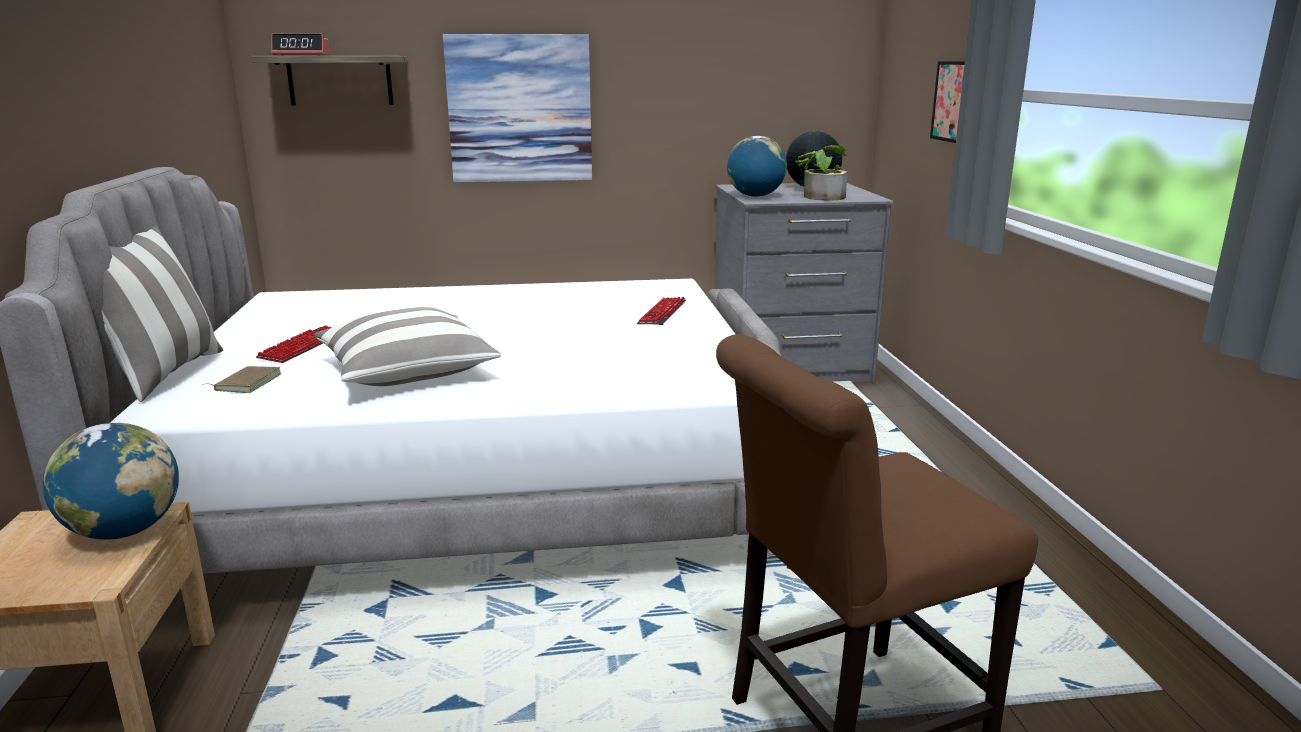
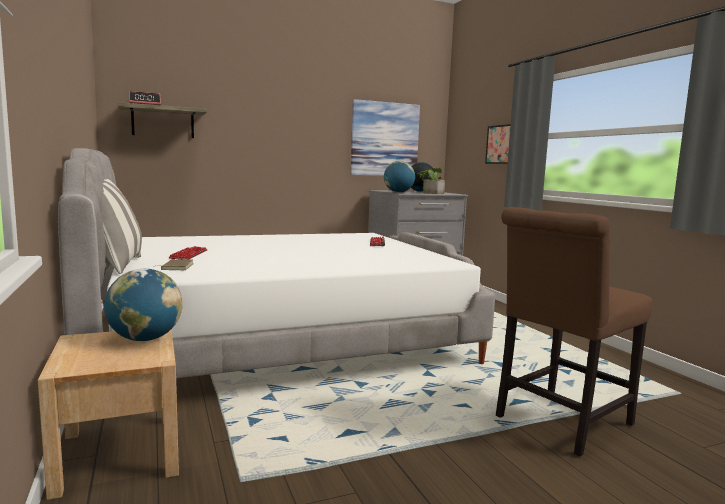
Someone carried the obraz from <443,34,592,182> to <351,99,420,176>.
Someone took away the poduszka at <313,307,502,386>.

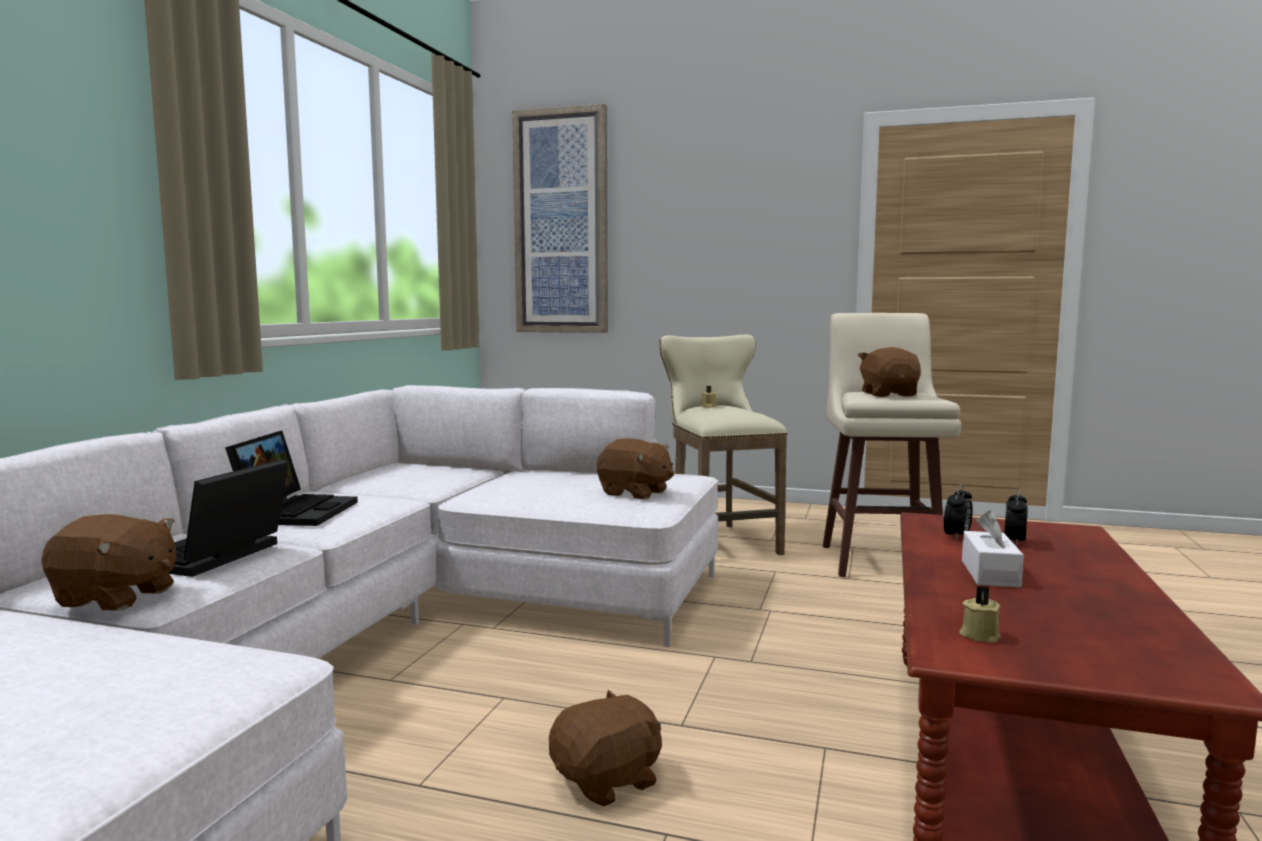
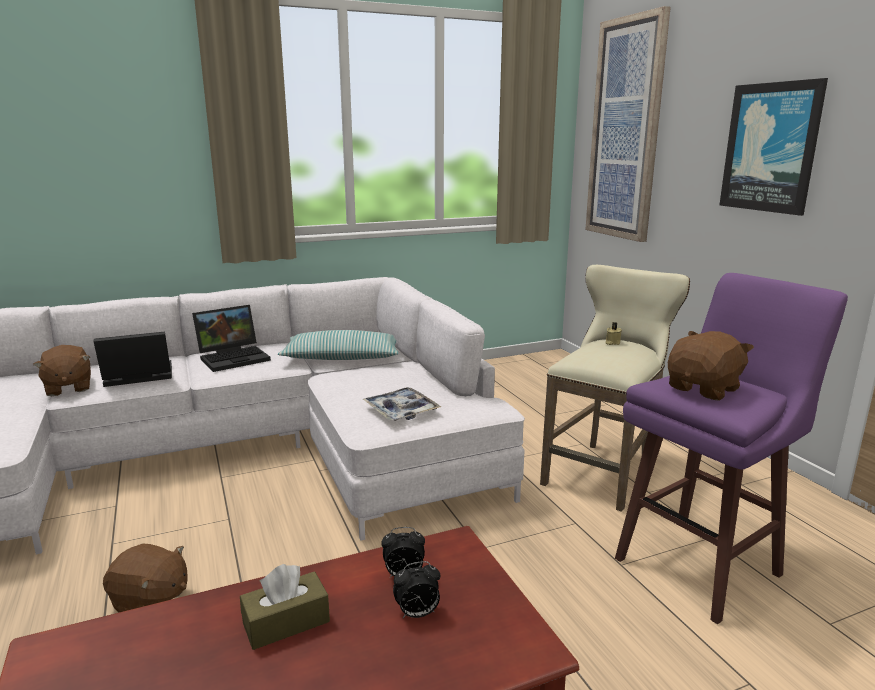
Someone repainted the stołek (beżowy) at <823,313,961,577>, which became the stołek (fioletowy) at <615,273,848,624>.
Someone swapped the pluszak (brązowy) at <597,438,674,500> for the taca at <363,387,441,421>.
Someone repainted the pudełko chusteczek (biały) at <962,510,1024,588>, which became the pudełko chusteczek (brązowy) at <240,564,330,650>.
Someone took away the świeca (beżowy) at <960,586,1001,643>.
Someone put up the obraz at <719,78,828,216>.
Someone put down the poduszka at <278,330,398,360>.

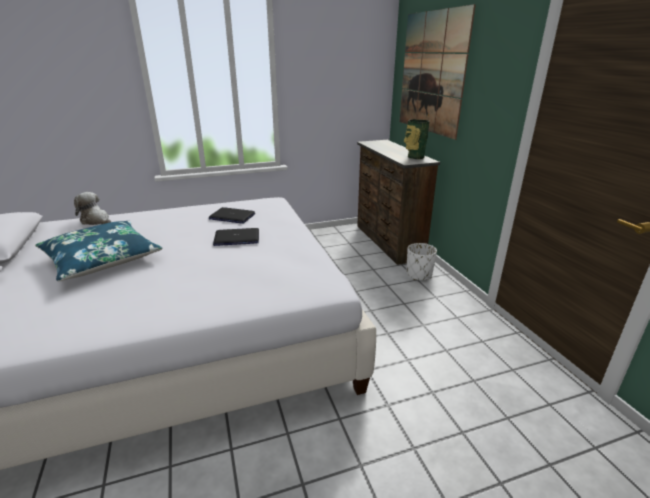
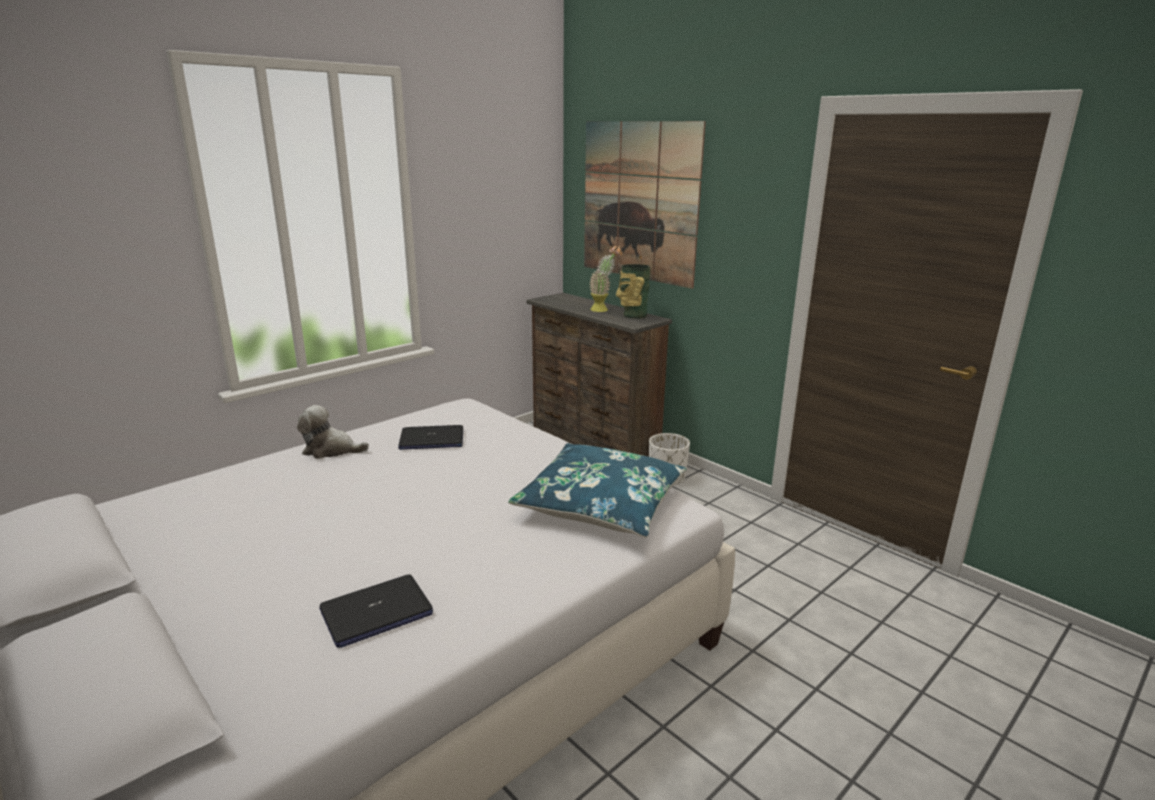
Someone carried the pluszak from <74,192,111,225> to <297,405,369,459>.
Someone carried the poduszka (niebieski) from <35,221,163,281> to <508,443,687,537>.
Someone carried the laptop from <213,228,259,246> to <319,574,433,648>.
Someone put down the roślina doniczkowa at <589,245,622,312>.

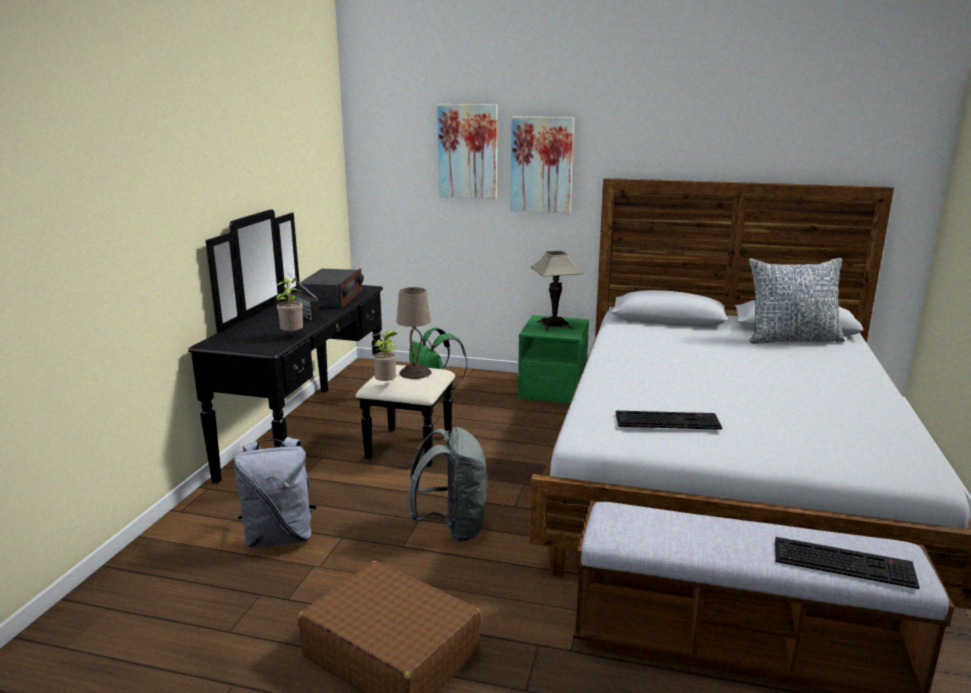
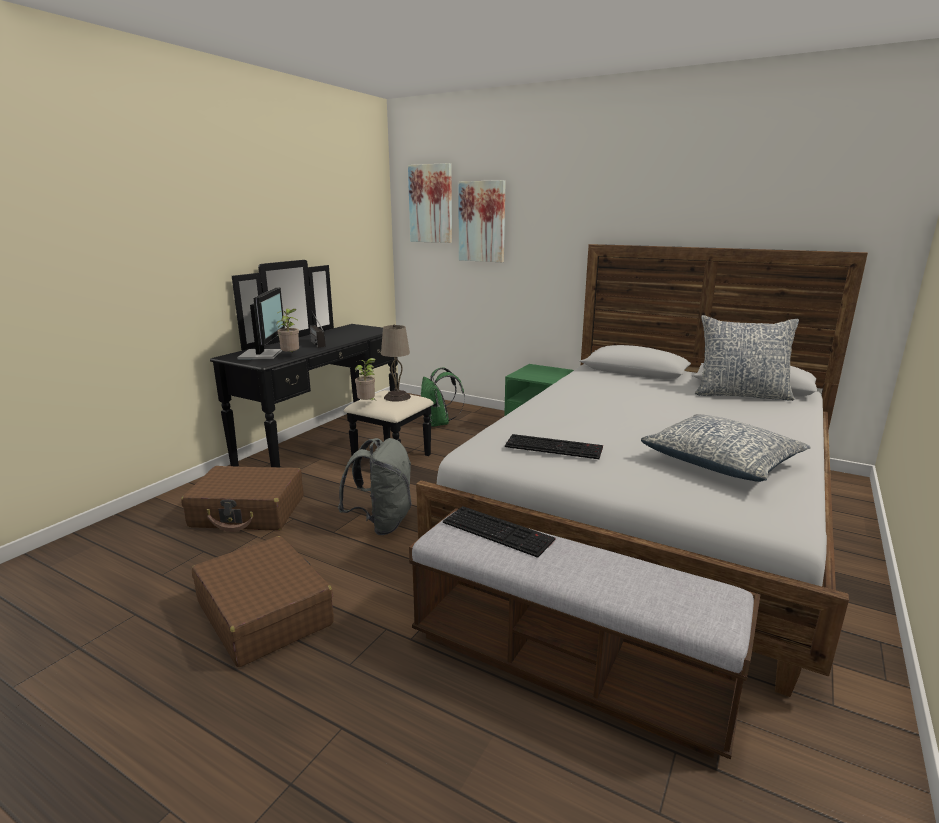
Someone carried the obraz from <511,117,574,213> to <408,163,452,243>.
Someone took away the lampa stołowa at <530,251,583,331>.
Someone took away the radio at <298,268,364,308>.
Someone swapped the plecak (szary) at <234,437,317,548> for the walizka (brązowy) at <181,466,304,532>.
Someone carried the klawiatura from <775,537,920,589> to <443,506,556,558>.
Someone put down the monitor at <237,288,285,359>.
Someone put down the poduszka at <641,414,811,482>.

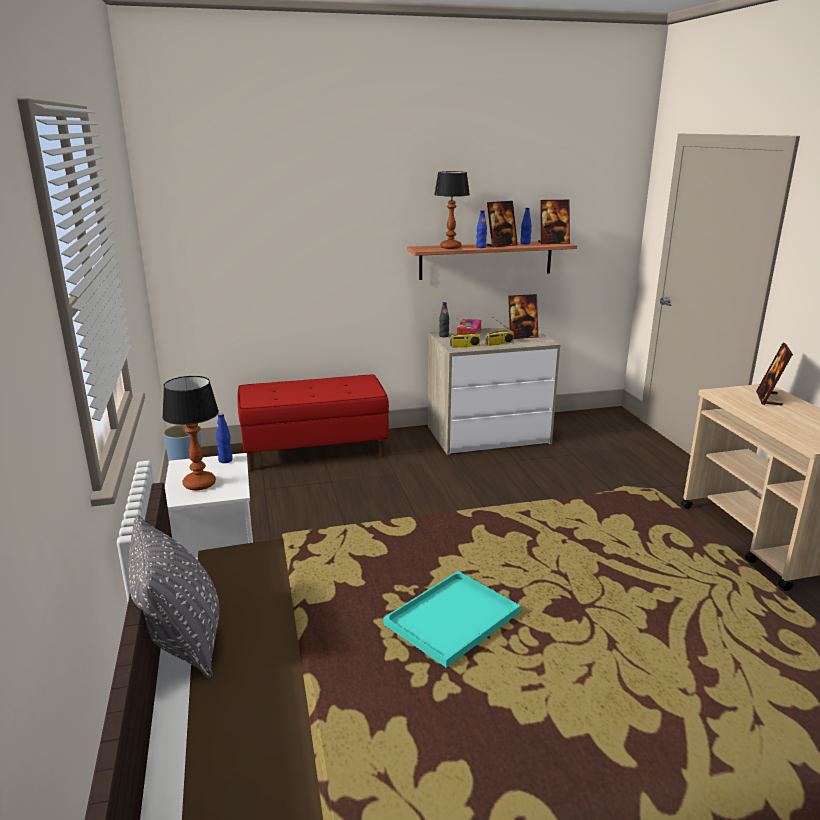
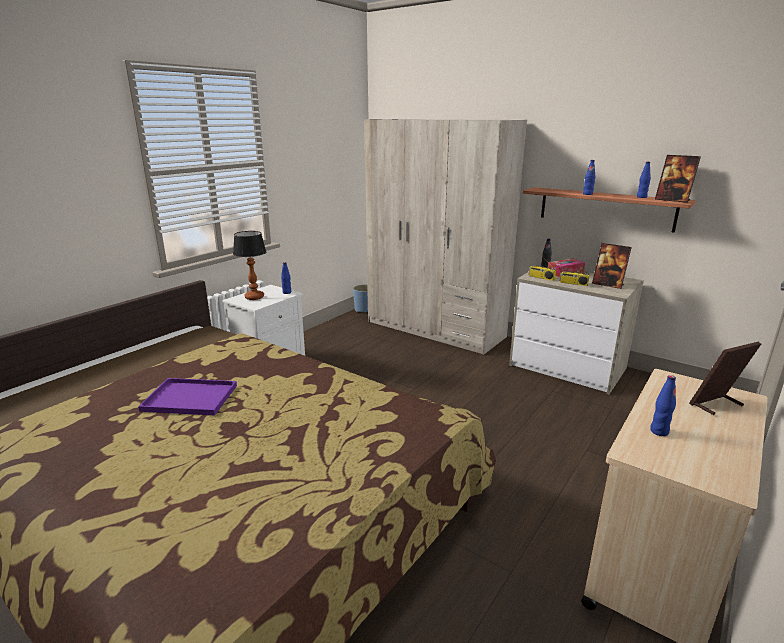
Someone took away the lampa stołowa at <434,171,470,249>.
Someone took away the ramka na zdjęcie at <486,201,518,248>.
Someone swapped the ławka (czerwony) at <237,375,389,471> for the szafa (beżowy) at <364,119,527,355>.
Someone took away the poduszka (szary) at <128,515,219,678>.
Someone repainted the taca (turkusowy) at <383,571,520,667>, which became the taca (fioletowy) at <138,378,237,415>.
Someone put down the butelka (niebieski) at <650,375,676,436>.

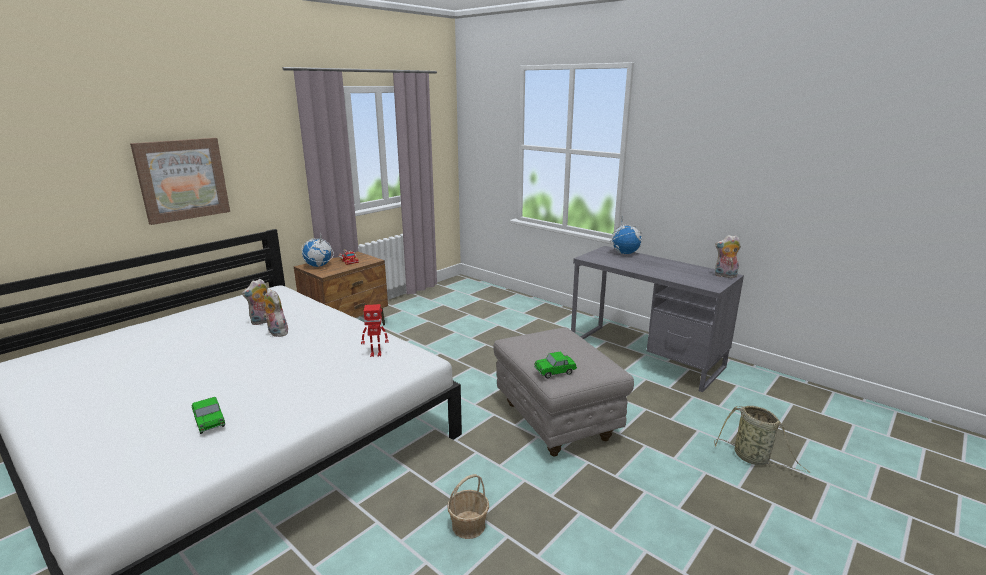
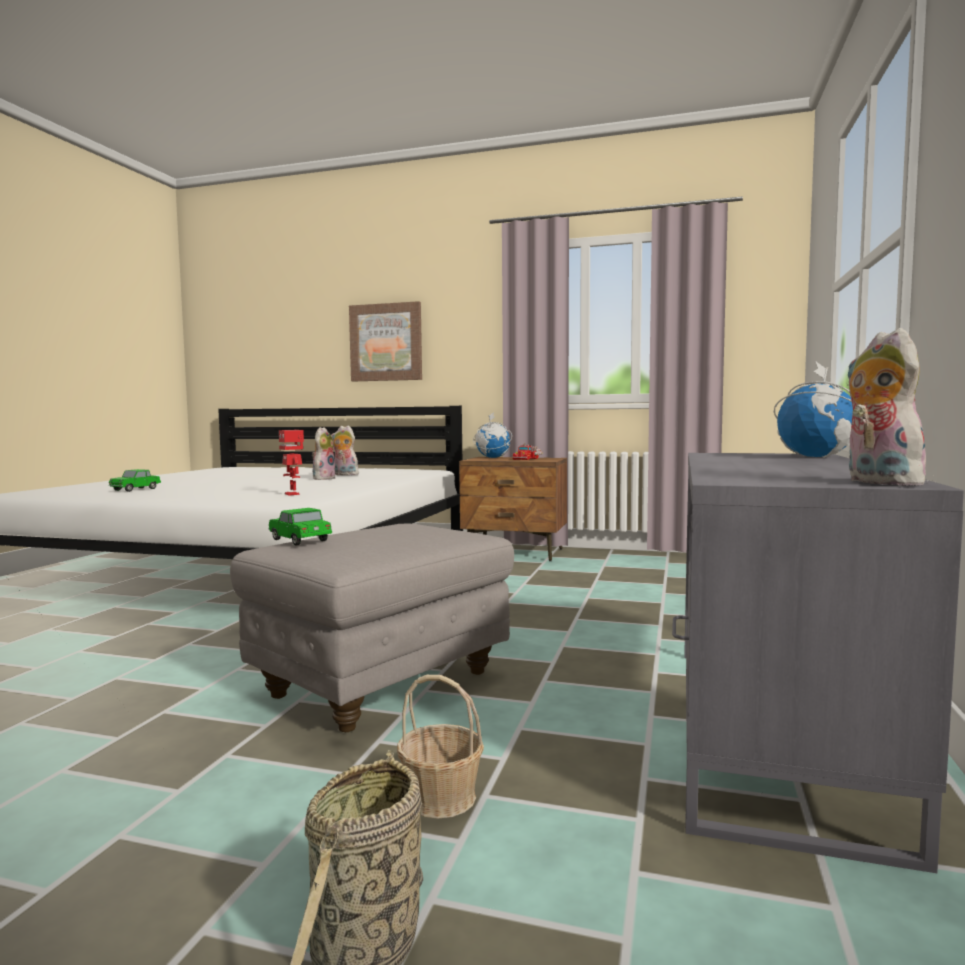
Someone carried the koszyk from <447,474,489,539> to <397,675,484,819>.

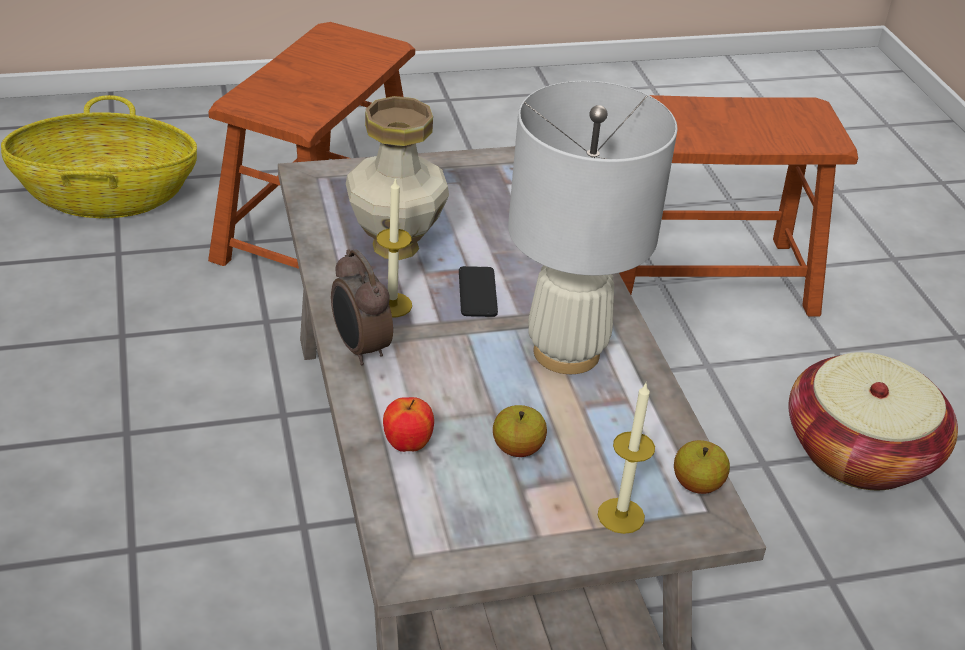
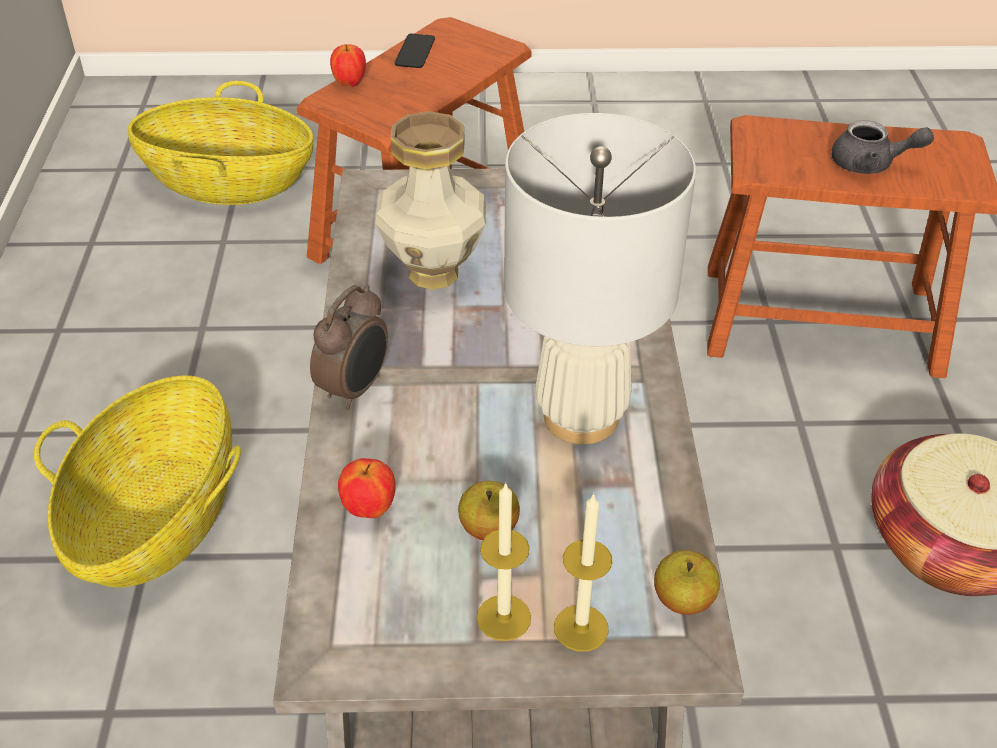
Someone carried the świeca from <376,177,412,317> to <477,482,531,641>.
Someone rotated the budzik at <331,249,393,365> by 135 degrees counterclockwise.
Someone carried the telefon from <459,266,498,317> to <395,34,435,68>.
Someone put down the jabłko at <330,44,366,87>.
Someone put down the imbryk (szary) at <832,120,934,174>.
Someone put down the koszyk at <34,375,241,587>.

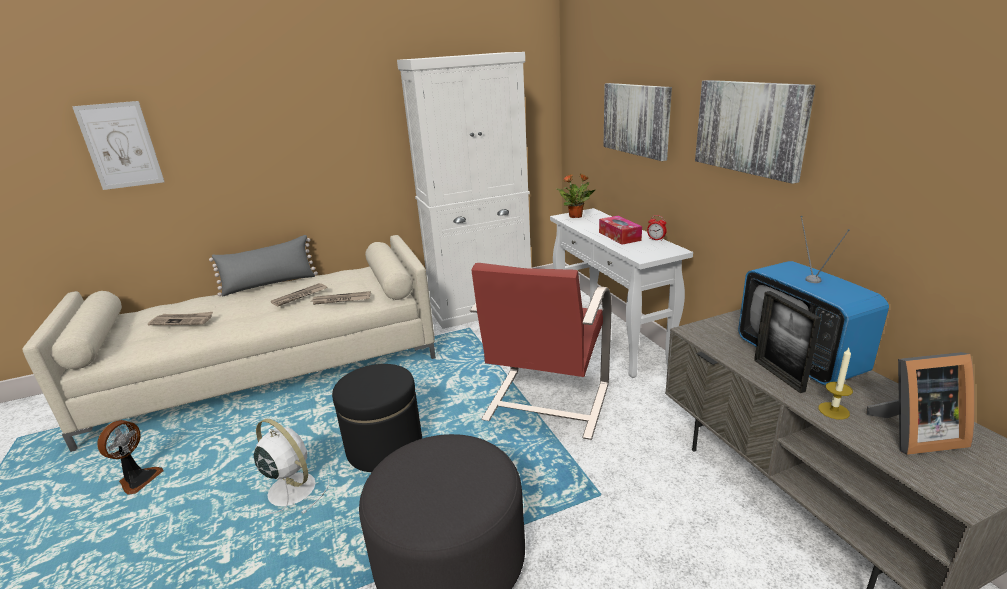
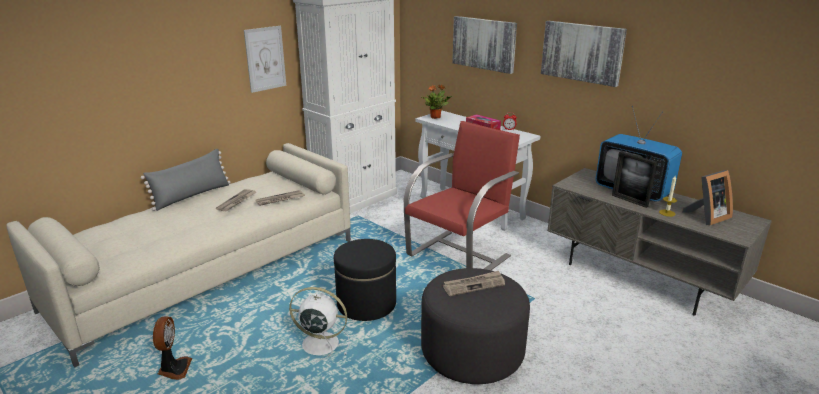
Someone carried the obraz from <72,101,164,190> to <244,26,286,93>.
Someone rotated the fotel (czerwony) at <470,263,612,440> by 135 degrees counterclockwise.
Someone carried the gazeta from <148,312,213,325> to <443,271,505,296>.

